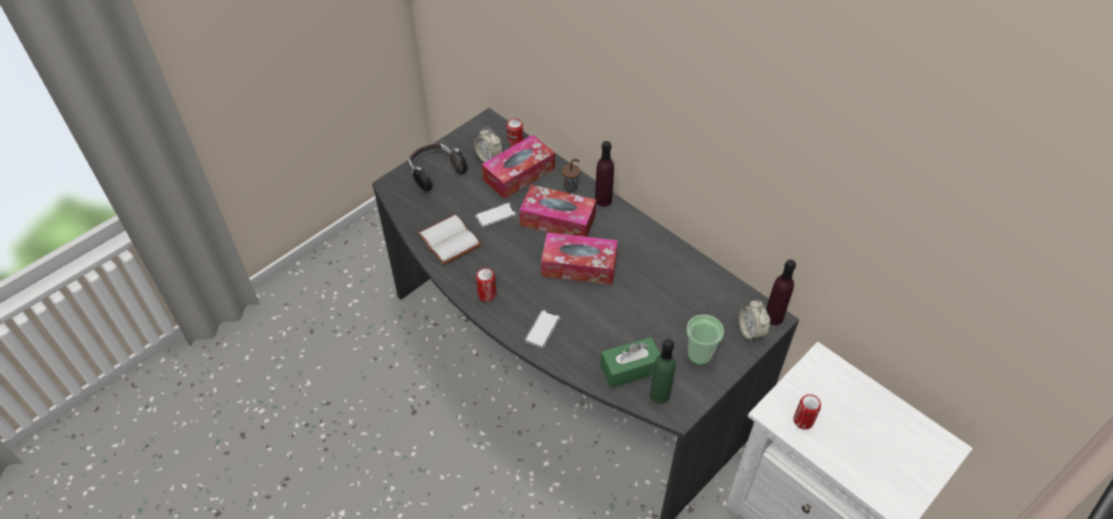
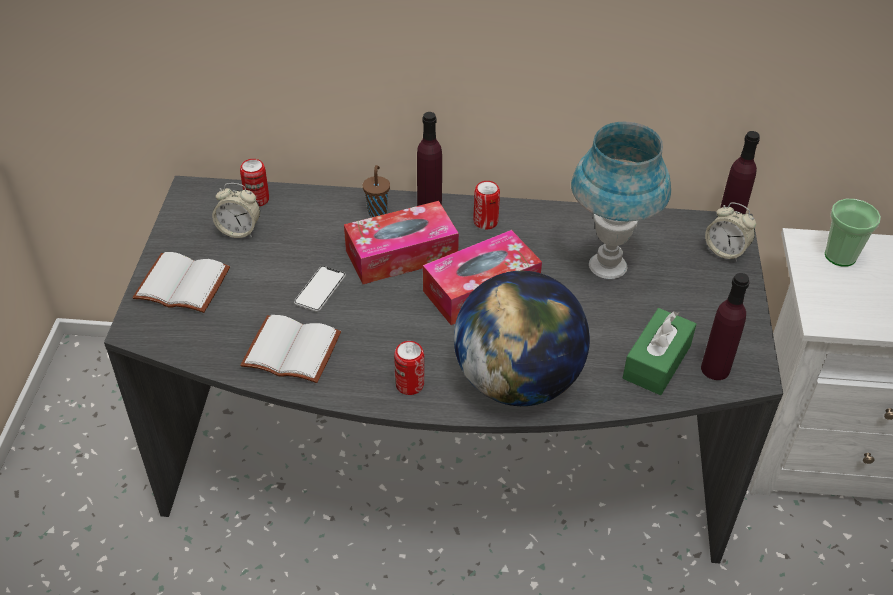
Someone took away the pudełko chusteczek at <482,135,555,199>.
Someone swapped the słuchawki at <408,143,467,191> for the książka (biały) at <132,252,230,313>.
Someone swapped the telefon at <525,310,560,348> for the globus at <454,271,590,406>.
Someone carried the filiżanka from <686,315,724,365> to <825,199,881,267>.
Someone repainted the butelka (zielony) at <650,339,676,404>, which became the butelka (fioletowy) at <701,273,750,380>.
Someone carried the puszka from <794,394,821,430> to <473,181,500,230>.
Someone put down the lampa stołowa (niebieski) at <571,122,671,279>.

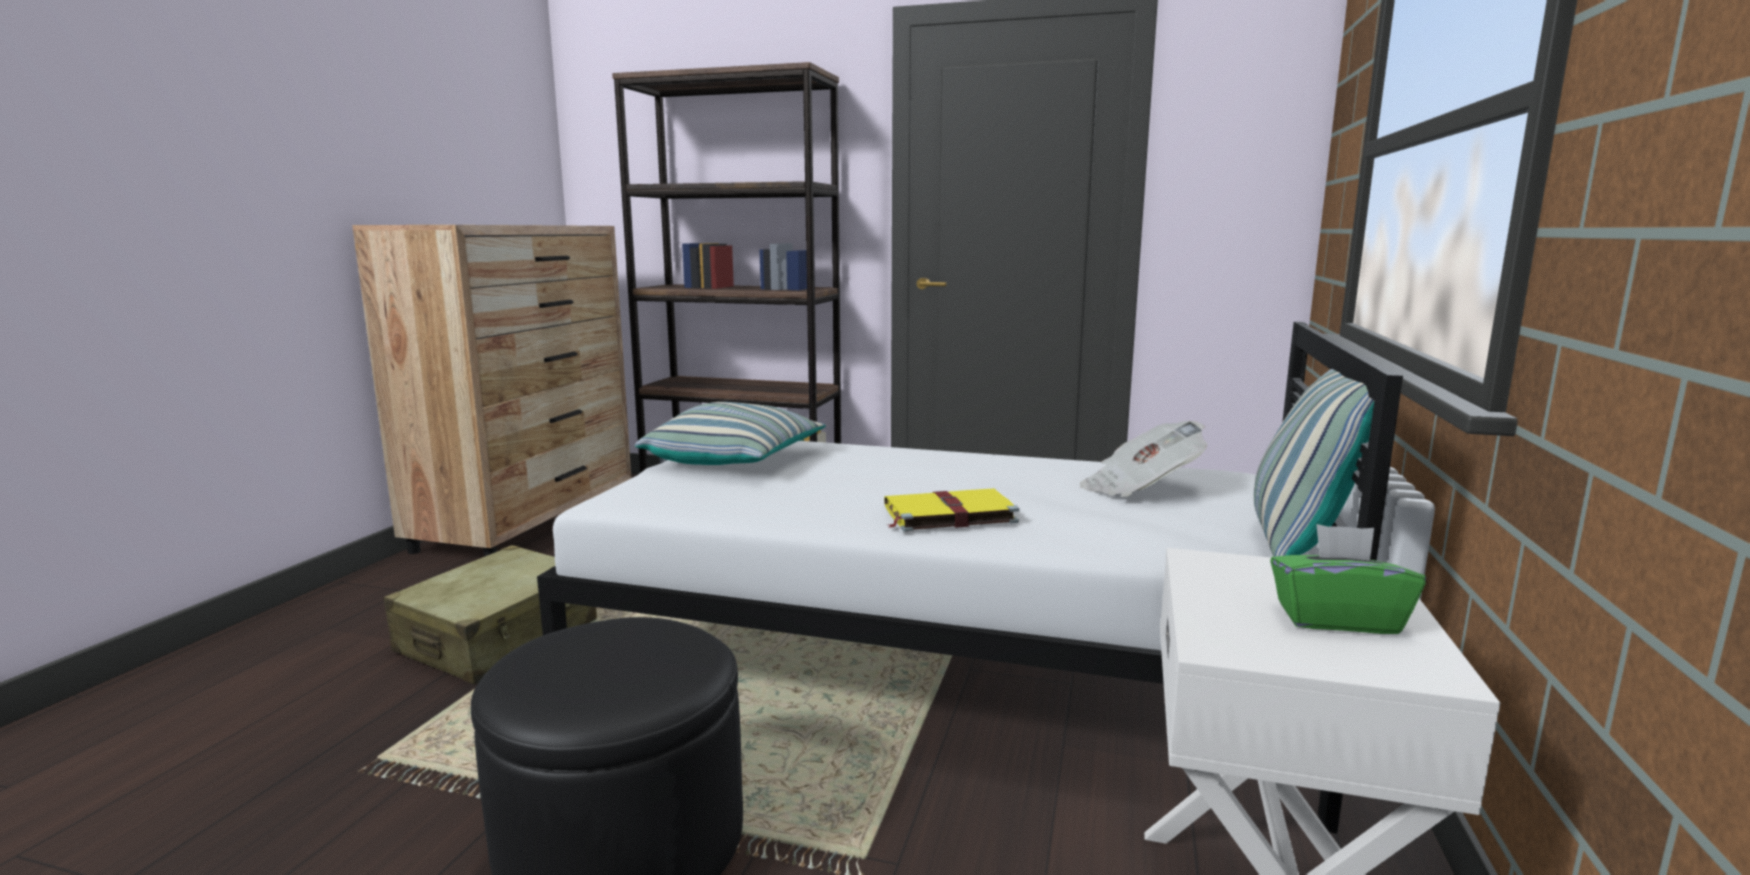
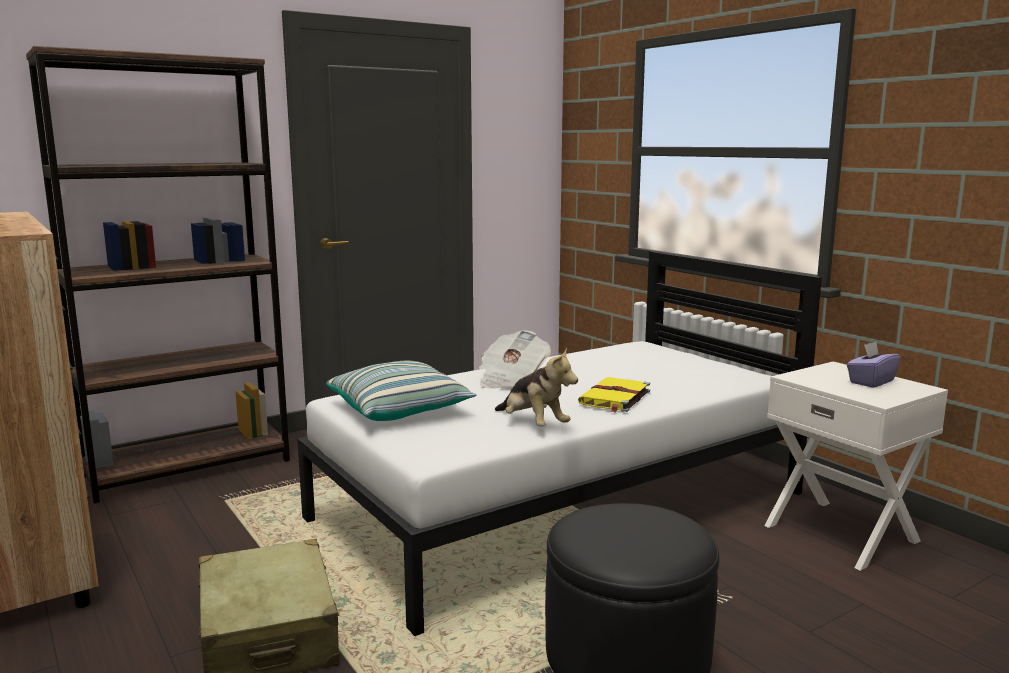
Someone took away the poduszka at <1254,369,1374,557>.
Someone carried the gazeta from <1080,421,1208,497> to <479,330,551,389>.
Someone repainted the pudełko chusteczek (zielony) at <1270,524,1426,634>, which became the pudełko chusteczek (fioletowy) at <847,342,901,388>.
Someone put down the pluszak at <495,347,578,426>.

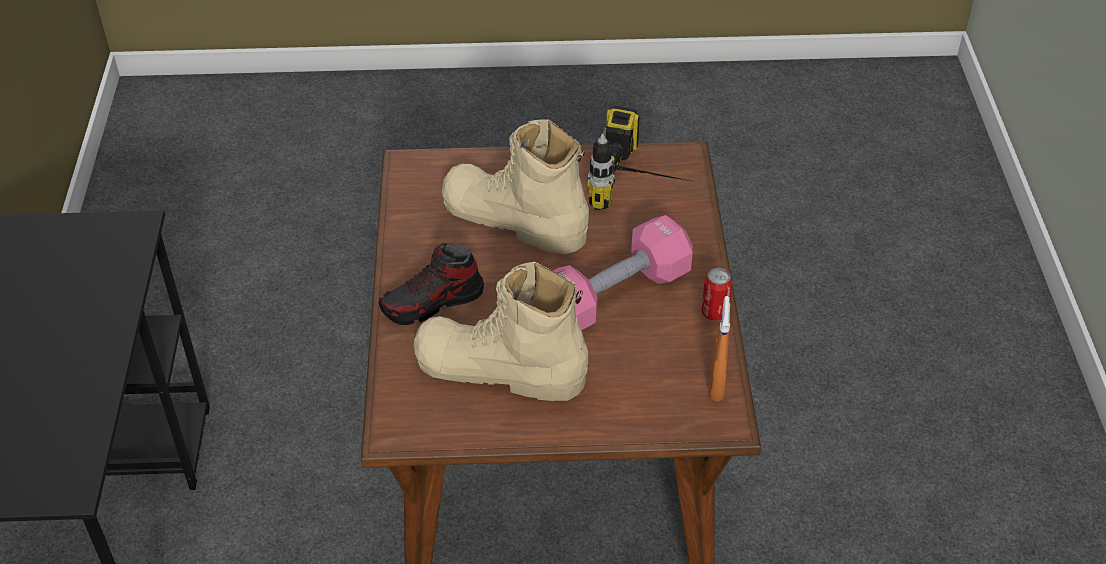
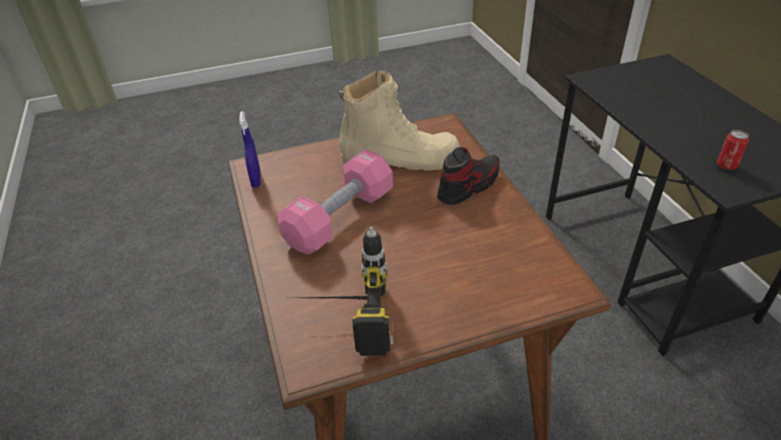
Someone took away the but z cholewką (beżowy) at <442,119,589,255>.
Someone carried the puszka from <701,268,733,321> to <717,130,749,170>.
Someone repainted the spryskiwacz (pomarańczowy) at <710,296,730,402>, which became the spryskiwacz (niebieski) at <239,111,261,187>.

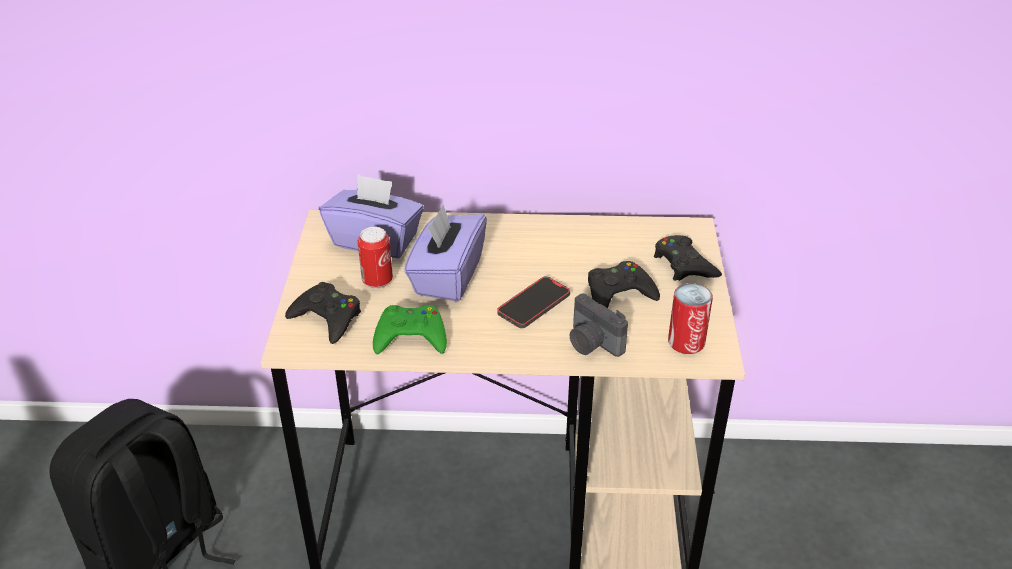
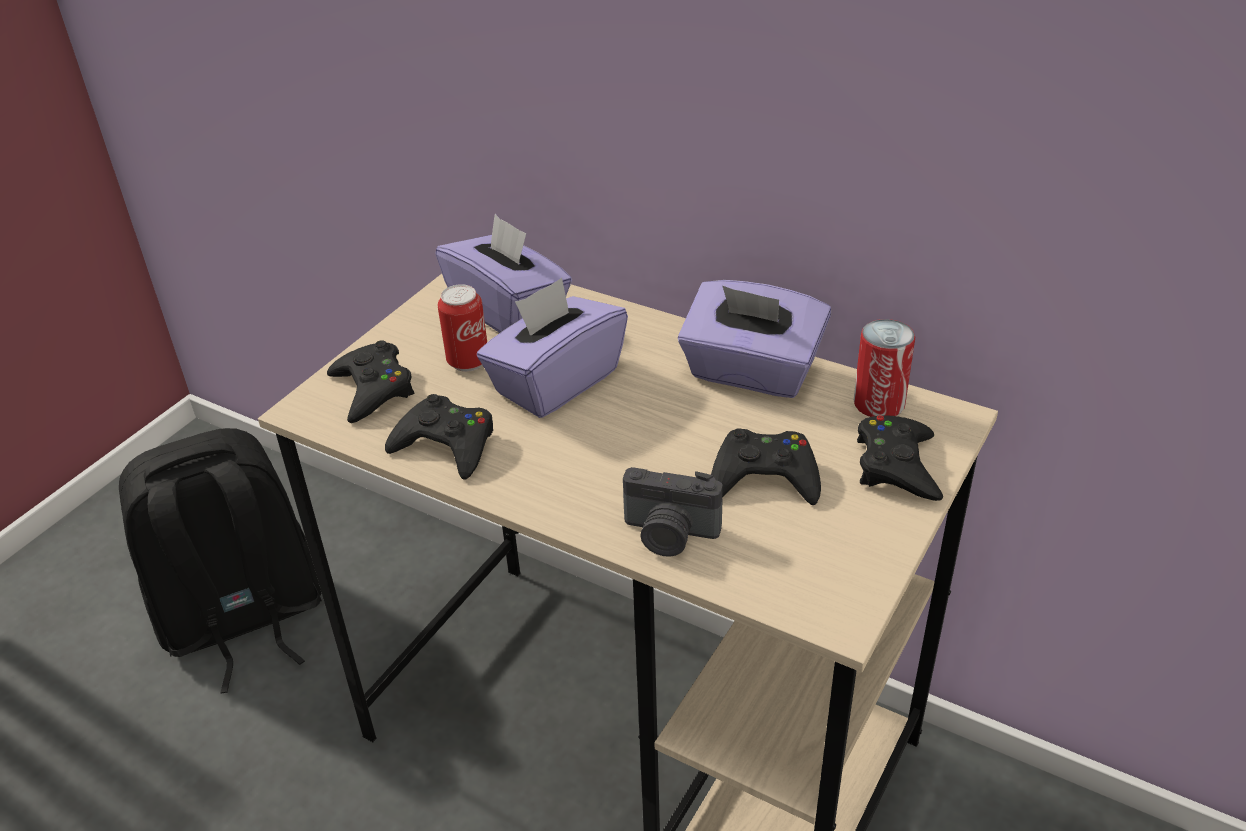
Someone took away the telefon at <497,276,570,328>.
Someone carried the puszka from <668,283,713,354> to <854,319,915,417>.
Someone rotated the aparat fotograficzny at <569,294,628,357> by 60 degrees counterclockwise.
Someone repainted the pad do gier (zielony) at <373,305,447,354>, which became the pad do gier (czarny) at <385,394,493,480>.
Someone put down the pudełko chusteczek (fioletowy) at <678,280,831,398>.

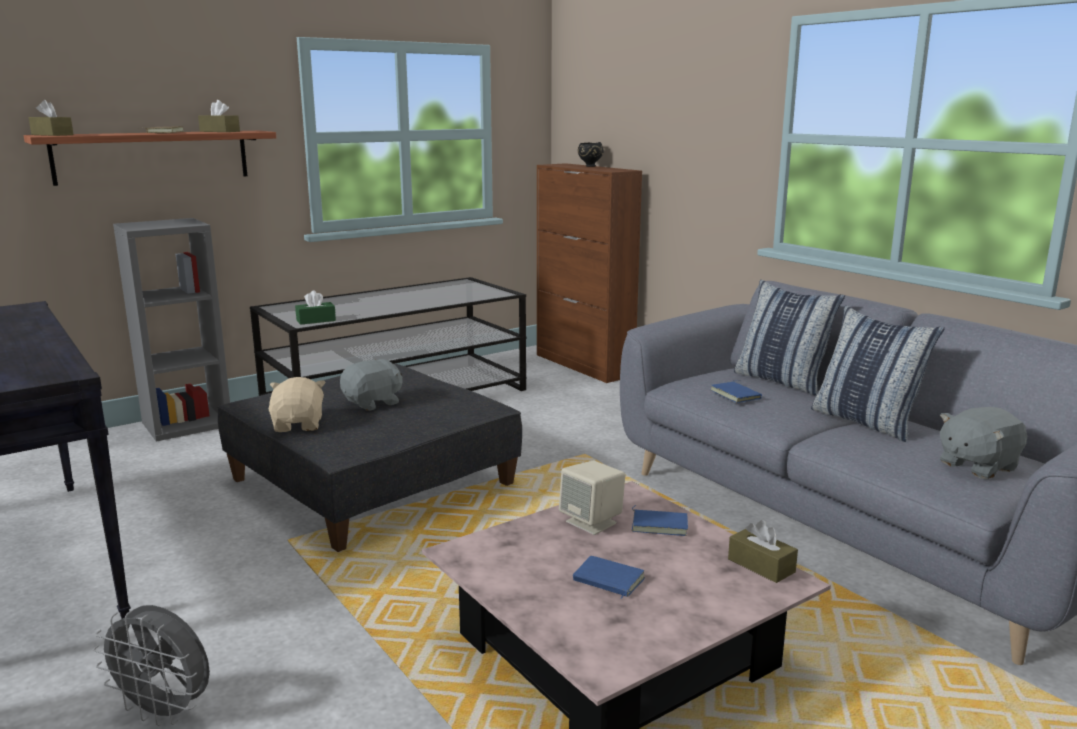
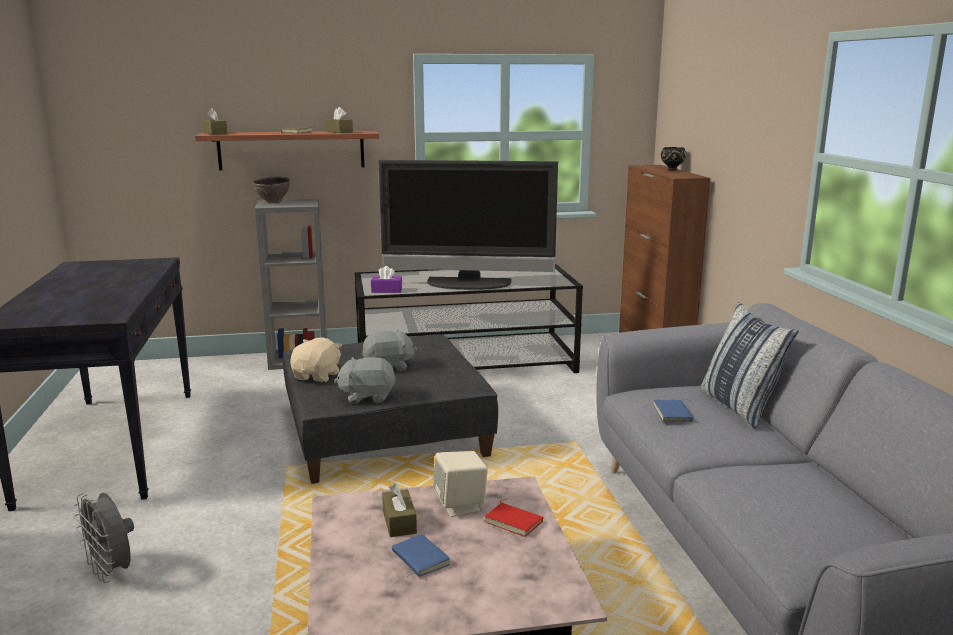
Someone repainted the pudełko chusteczek (zielony) at <295,290,336,325>, which became the pudełko chusteczek (fioletowy) at <371,266,402,293>.
Someone took away the poduszka at <811,305,945,442>.
Someone carried the pluszak (szary) from <940,407,1027,479> to <334,357,396,404>.
Someone repainted the książka (niebieski) at <632,505,688,536>, which became the książka (czerwony) at <484,499,543,537>.
Someone carried the pudełko chusteczek (brązowy) from <728,520,798,583> to <382,484,417,537>.
Someone put down the telewizor at <378,160,558,290>.
Someone put down the miska (brązowy) at <252,177,290,202>.

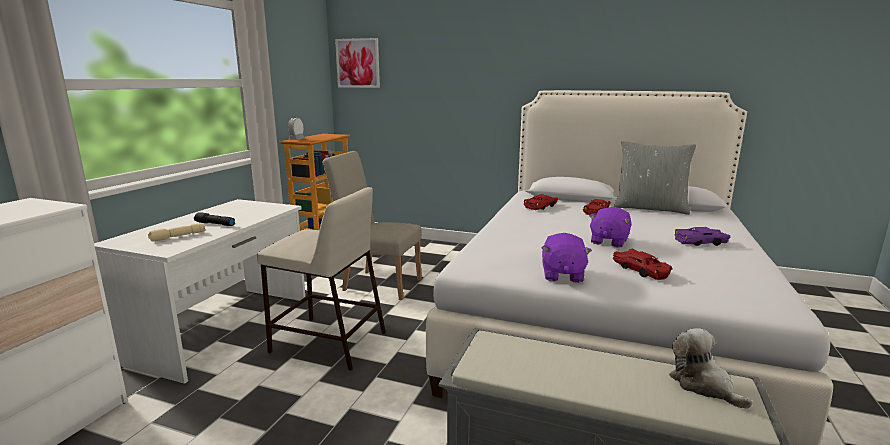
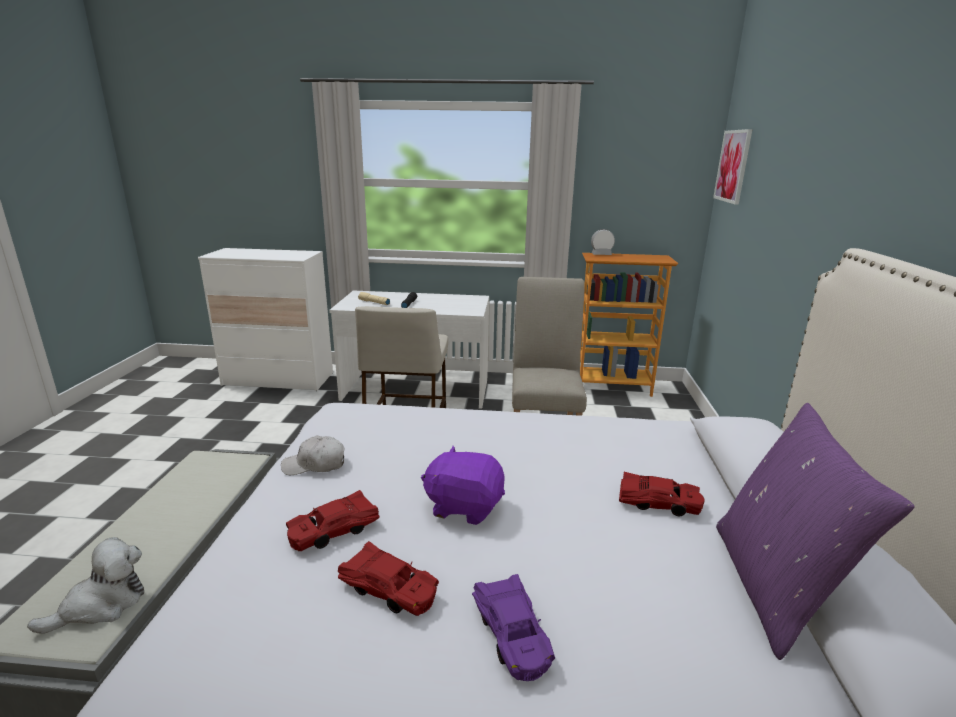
Someone repainted the poduszka (szary) at <614,141,696,215>, which became the poduszka (fioletowy) at <716,403,915,660>.
Someone carried the samochodzik (czerwony) from <523,194,558,210> to <338,541,439,616>.
Someone swapped the pluszak (fioletowy) at <542,233,592,283> for the czapka z daszkiem (biały) at <281,435,344,475>.

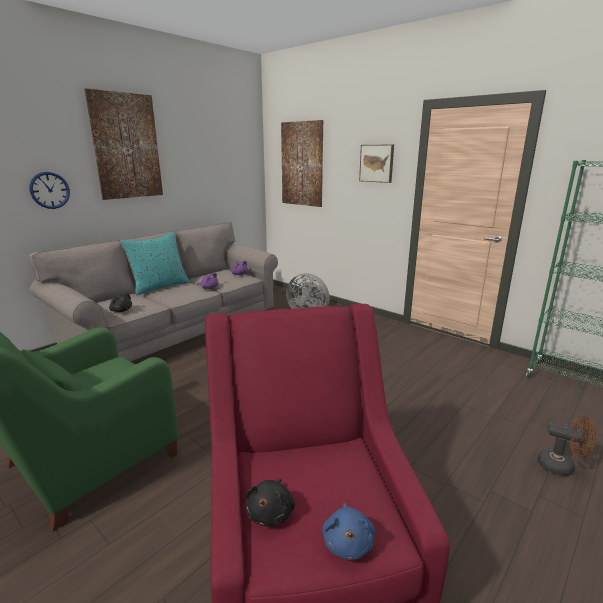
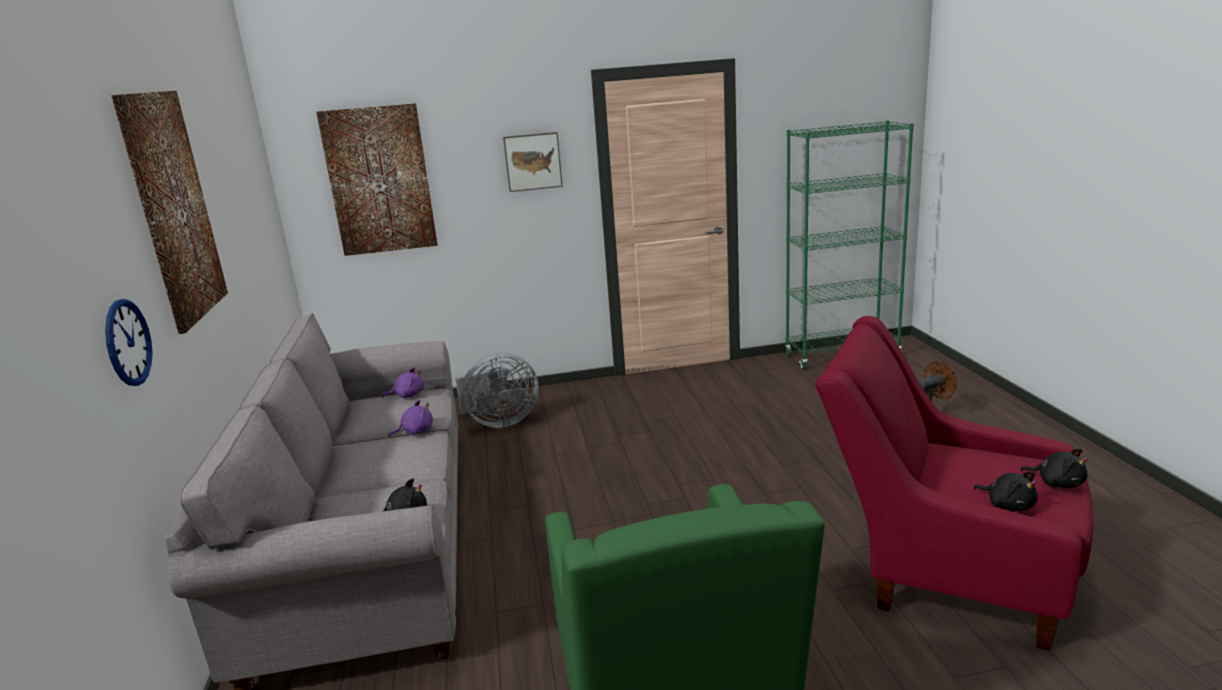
Someone took away the poduszka (turkusowy) at <120,233,189,295>.
Someone repainted the pluszak (niebieski) at <322,503,375,560>, which became the pluszak (czarny) at <1020,449,1088,488>.

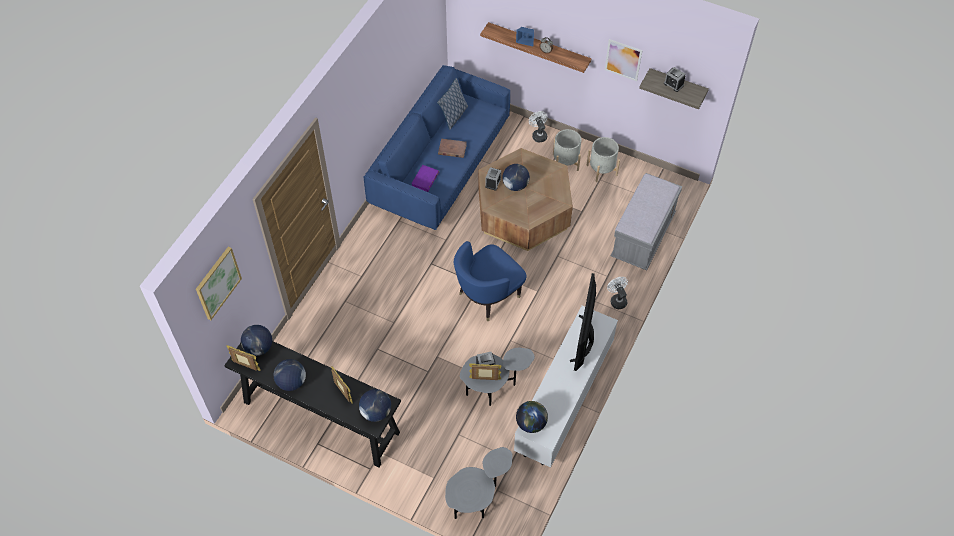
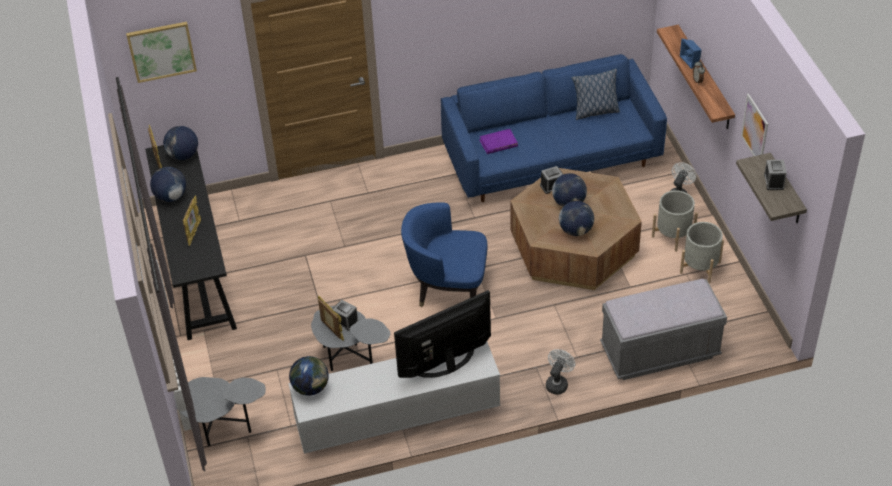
Someone took away the książka (brązowy) at <438,139,467,158>.
Someone carried the globus from <359,389,391,422> to <559,201,594,236>.

